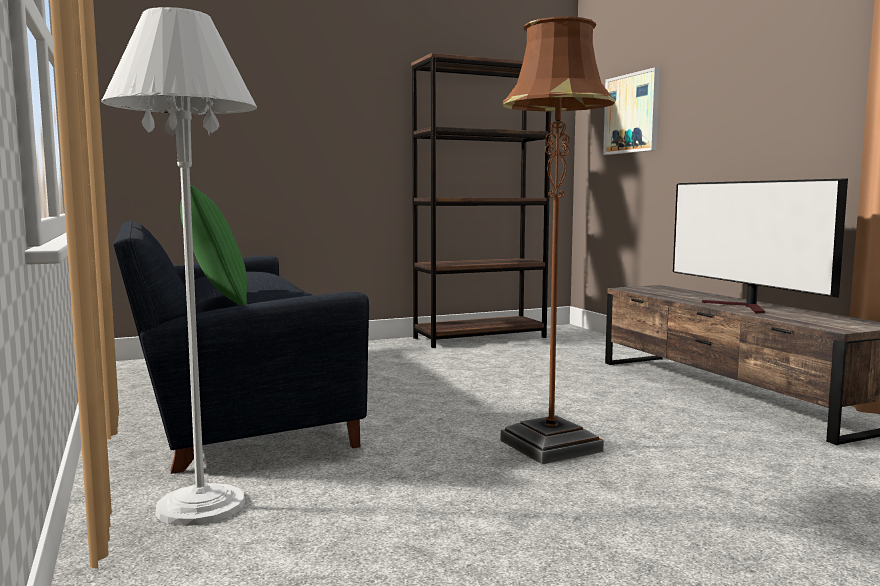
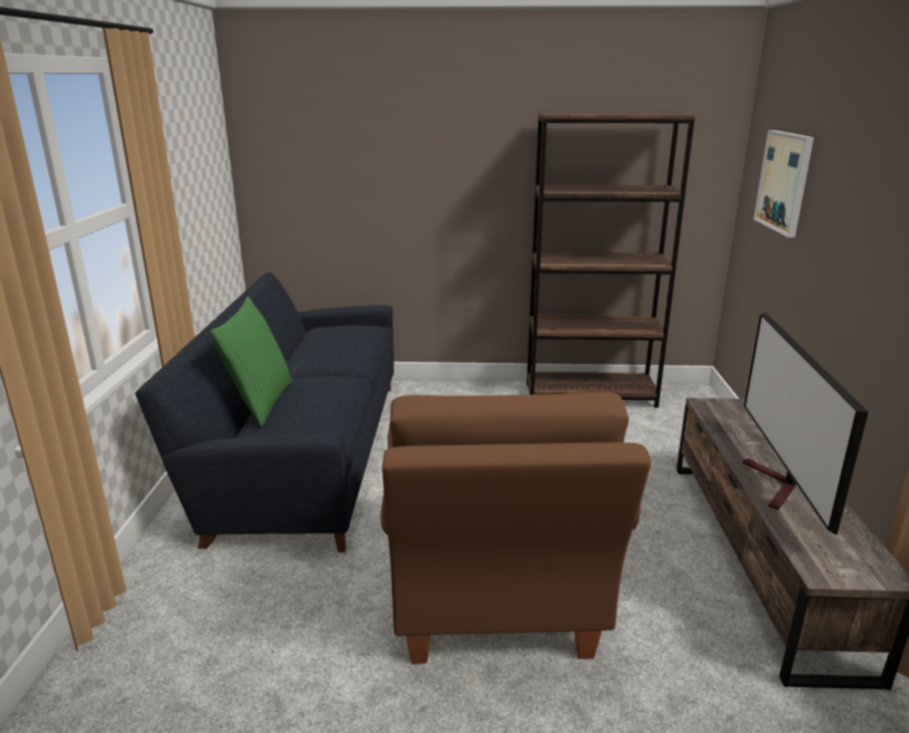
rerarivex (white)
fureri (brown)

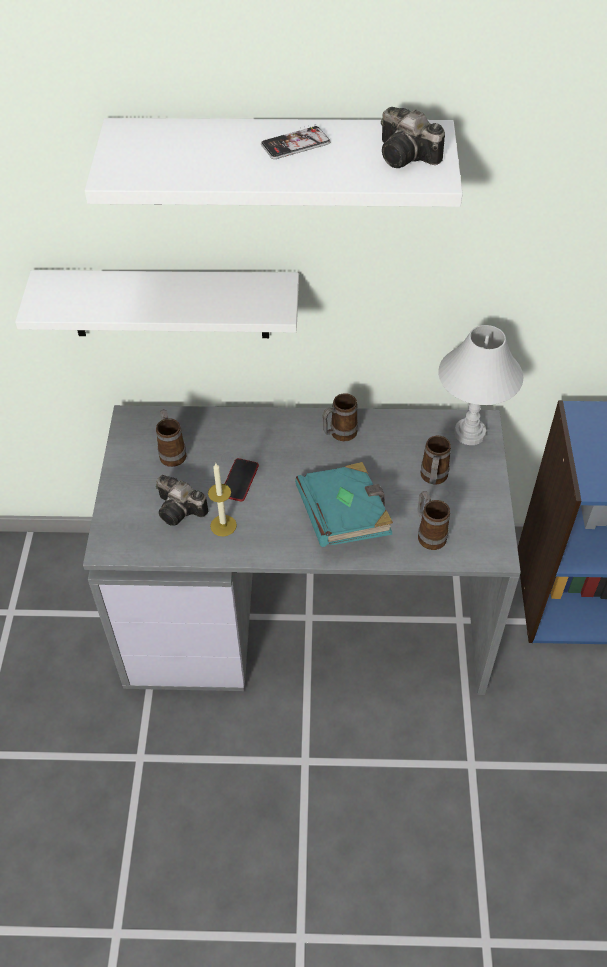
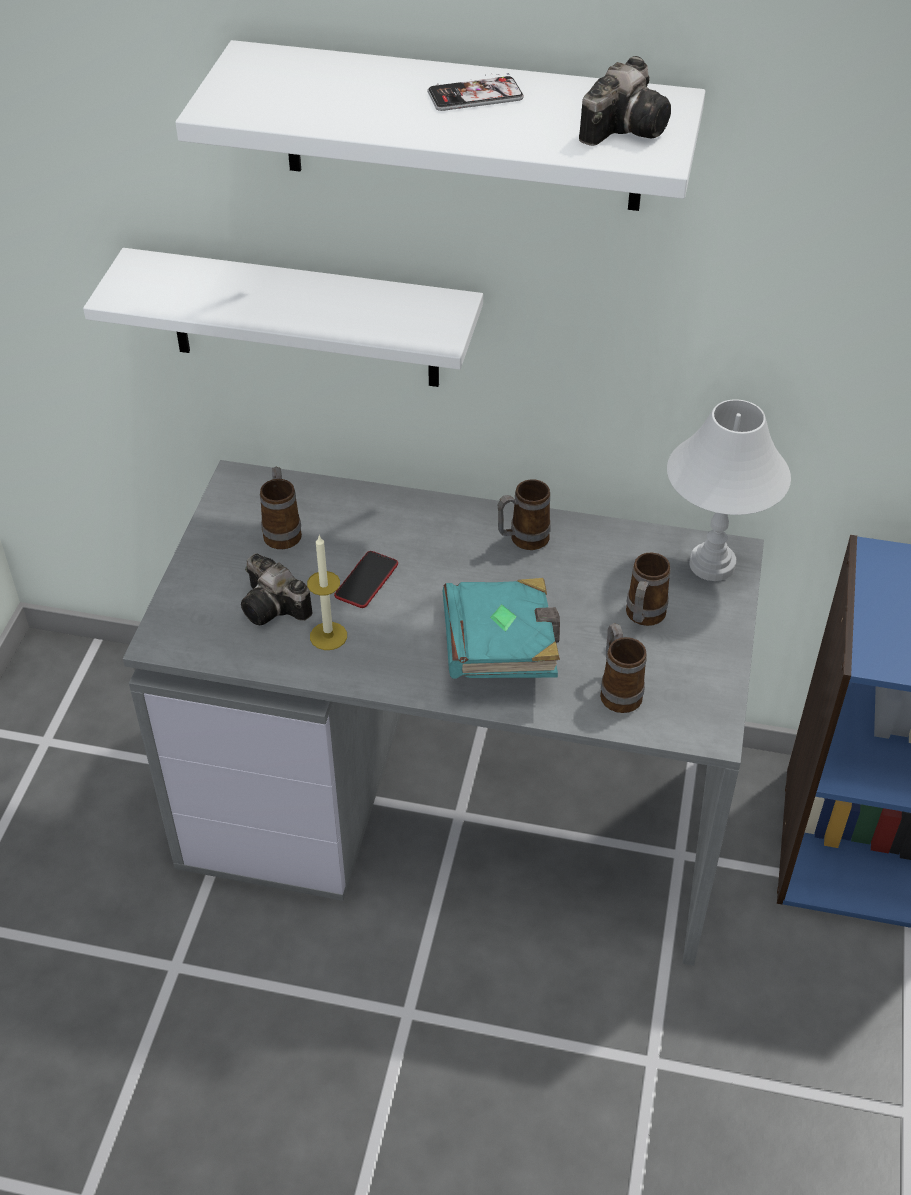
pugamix (no. 2 from left)

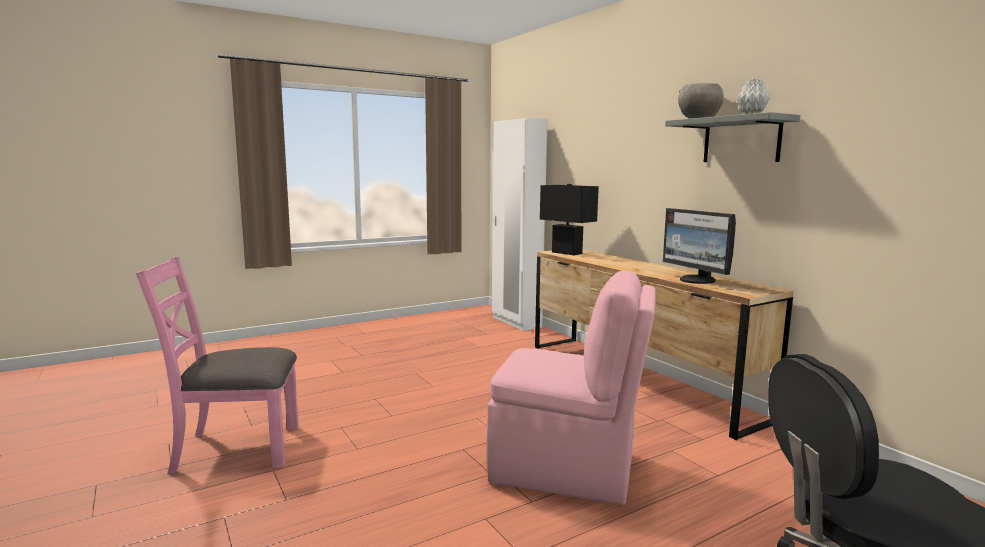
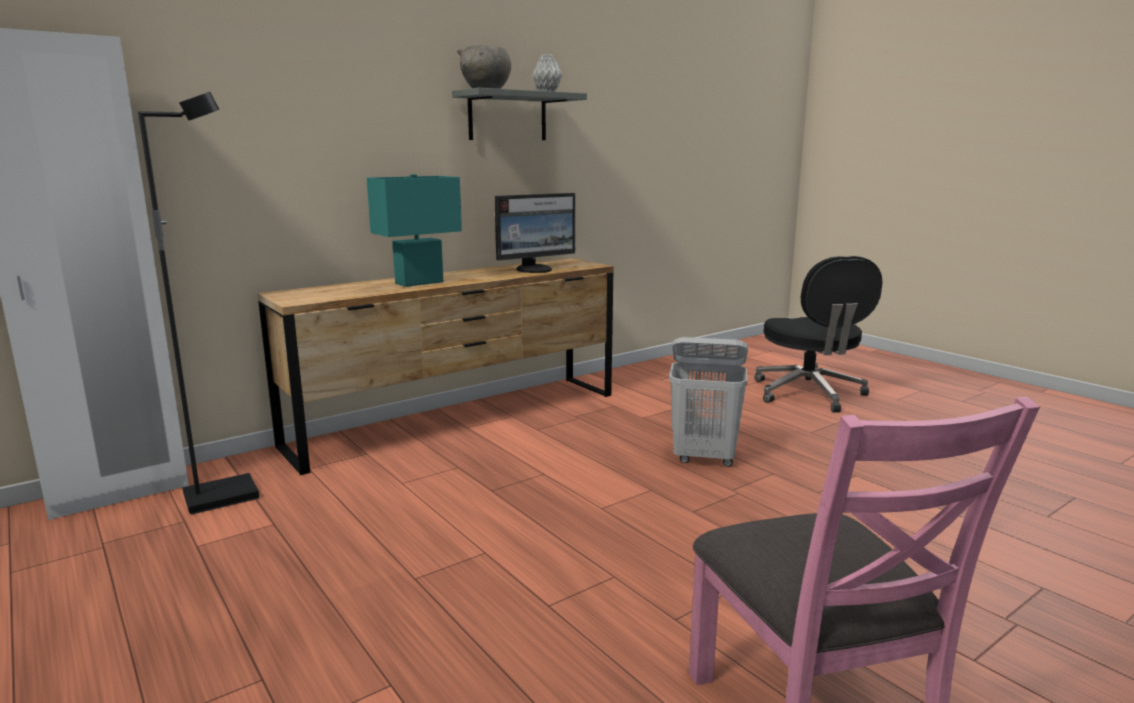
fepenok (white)
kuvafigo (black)
rerarivex (black)
kuvafigo (turquoise)

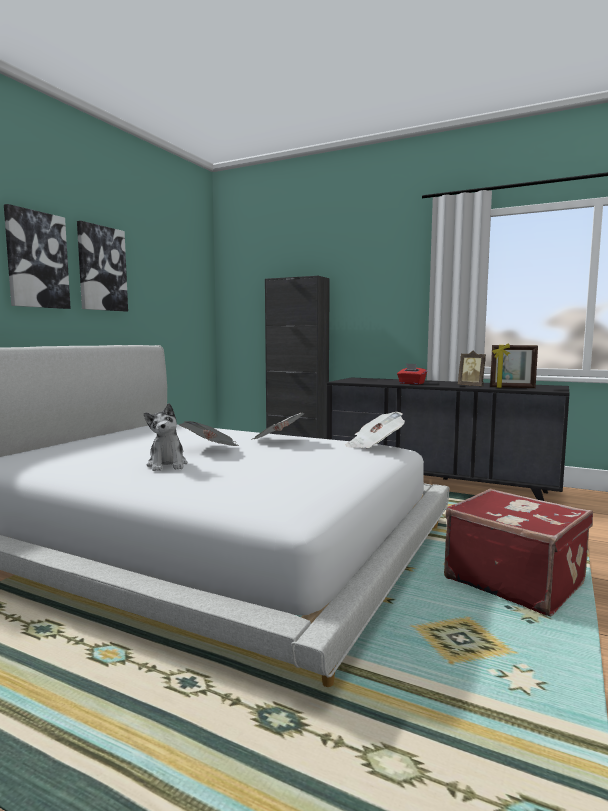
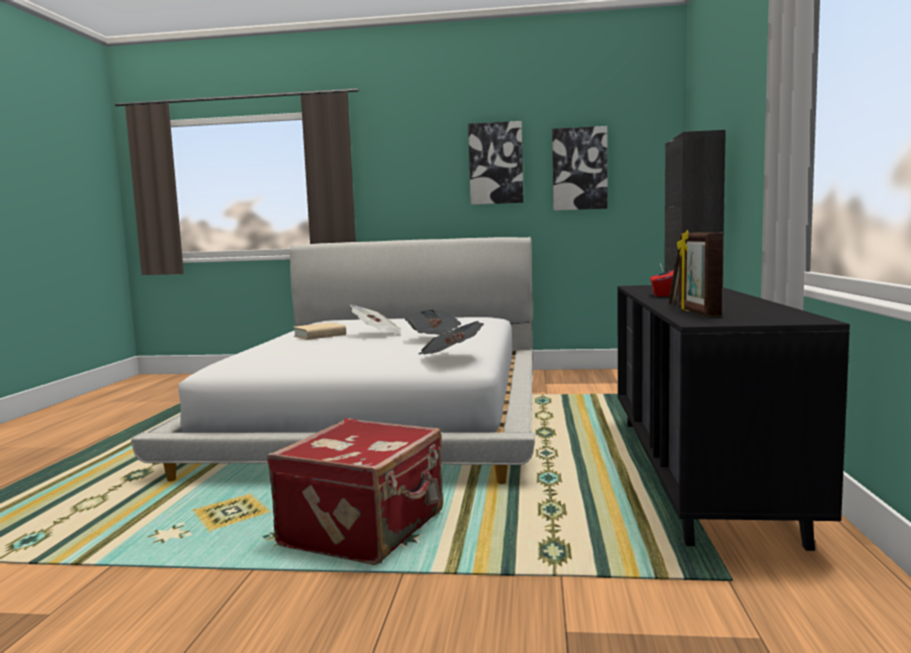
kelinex (no. 2 from left)
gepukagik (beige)

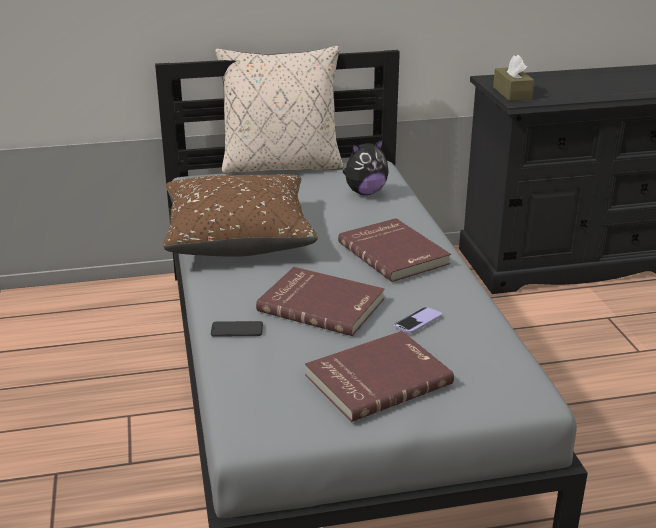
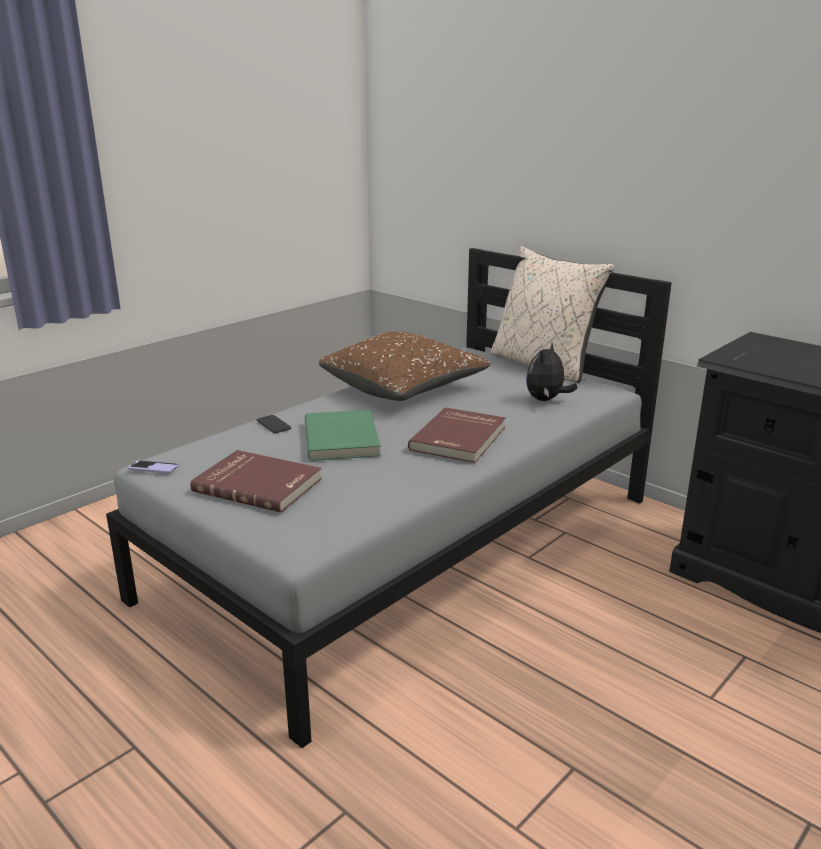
gepukagik (green)
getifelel
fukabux (no. 1 from left)
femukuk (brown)

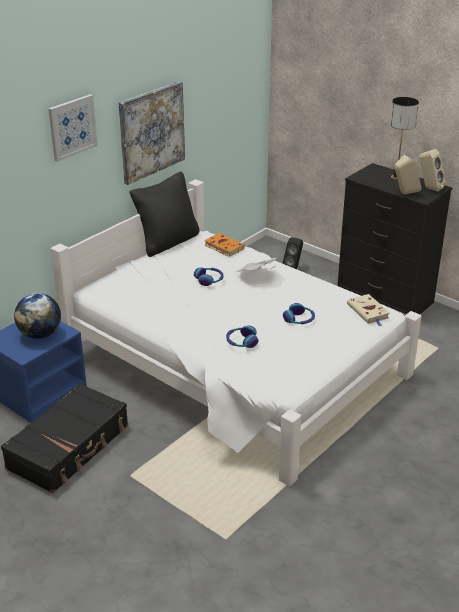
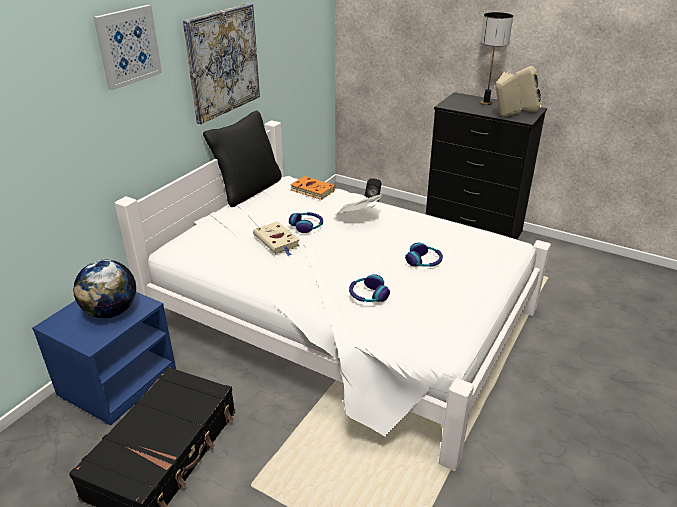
gepukagik (beige)

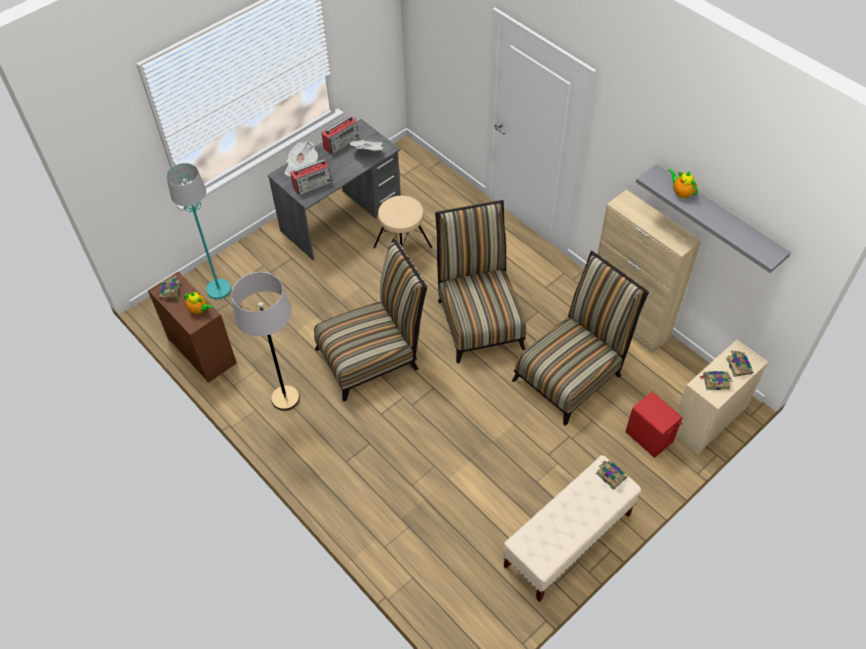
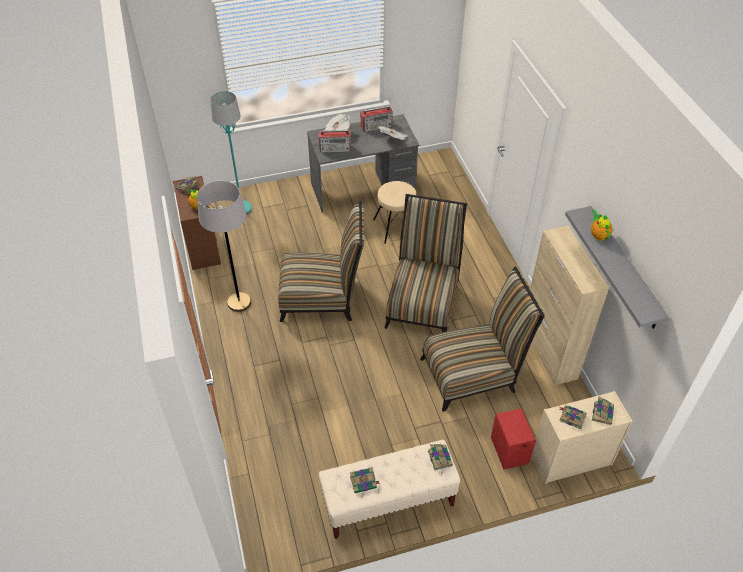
gepukagik (no. 2 from left)

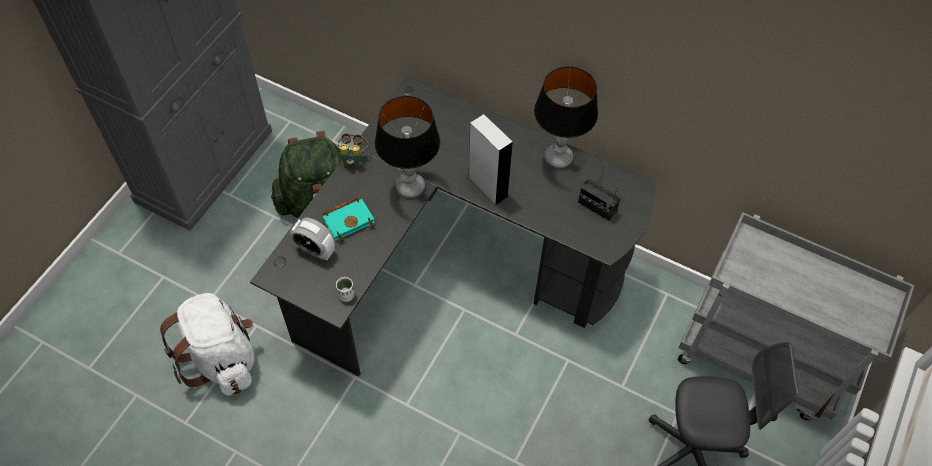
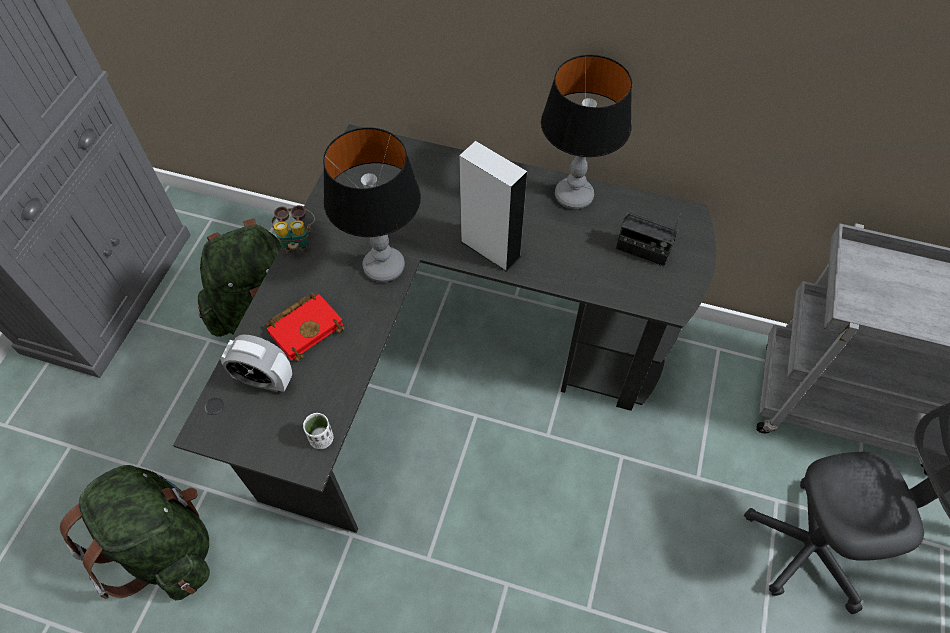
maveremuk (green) (no. 1 from left)
gepukagik (red)

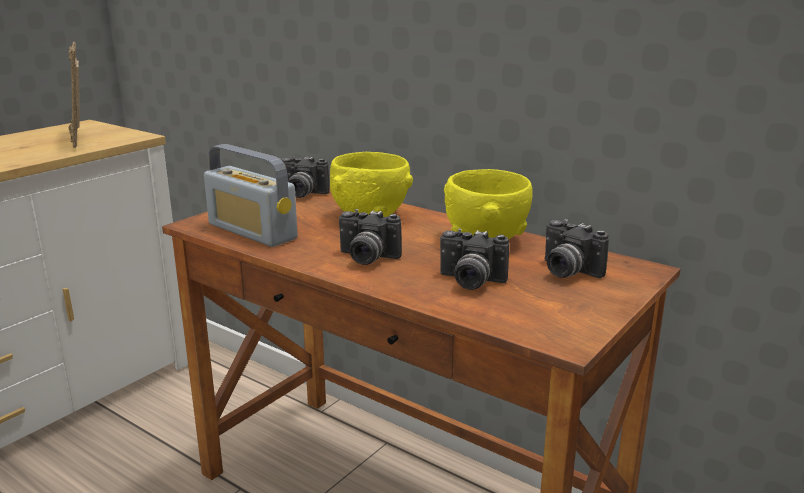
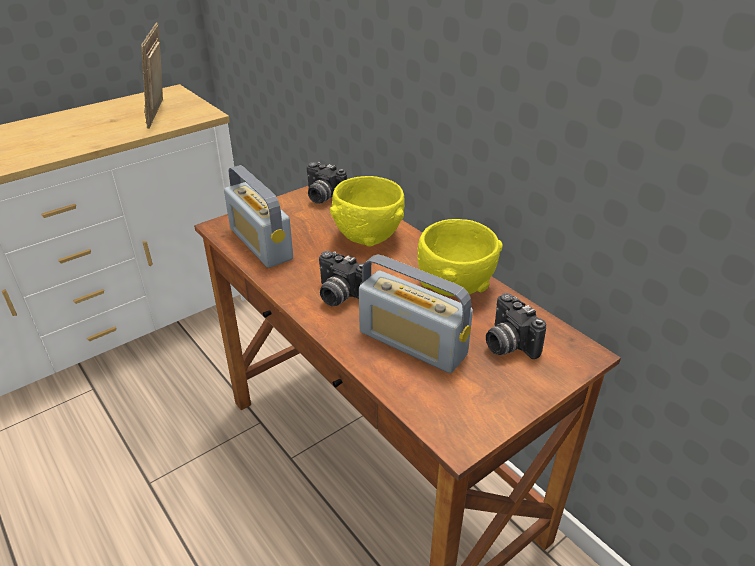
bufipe (no. 2 from left)

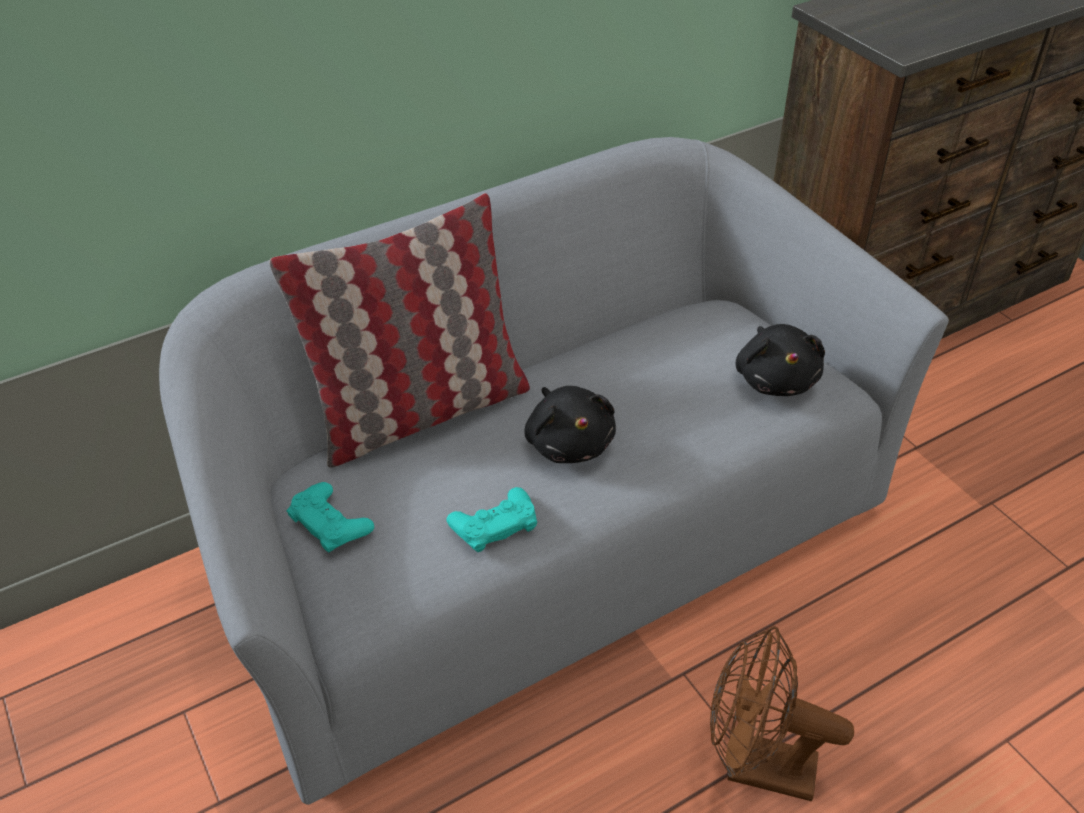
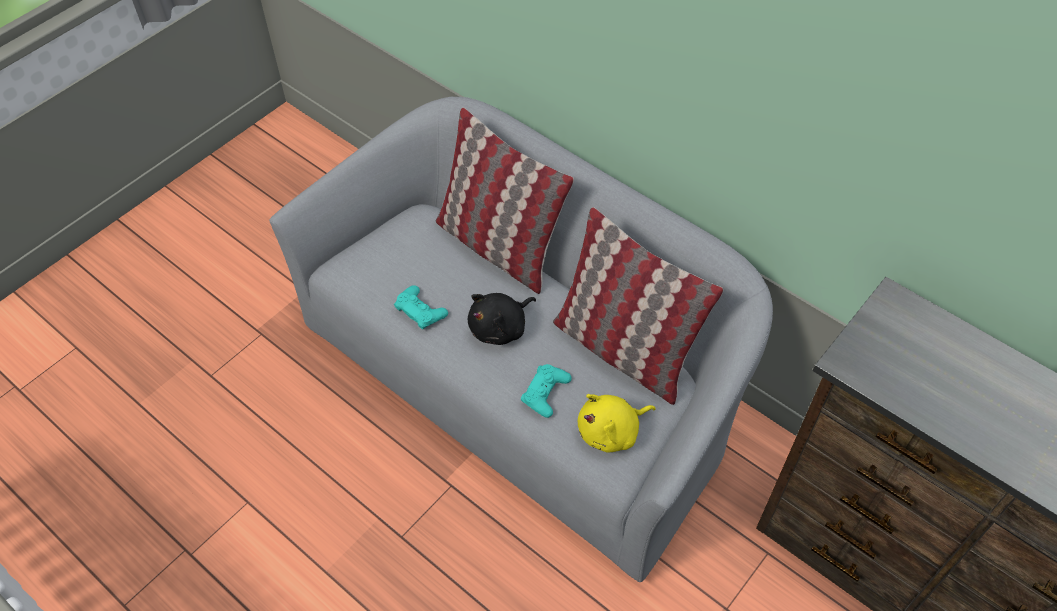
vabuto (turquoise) (no. 2 from left)
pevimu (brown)
getifelel (yellow)
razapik (no. 2 from left)

